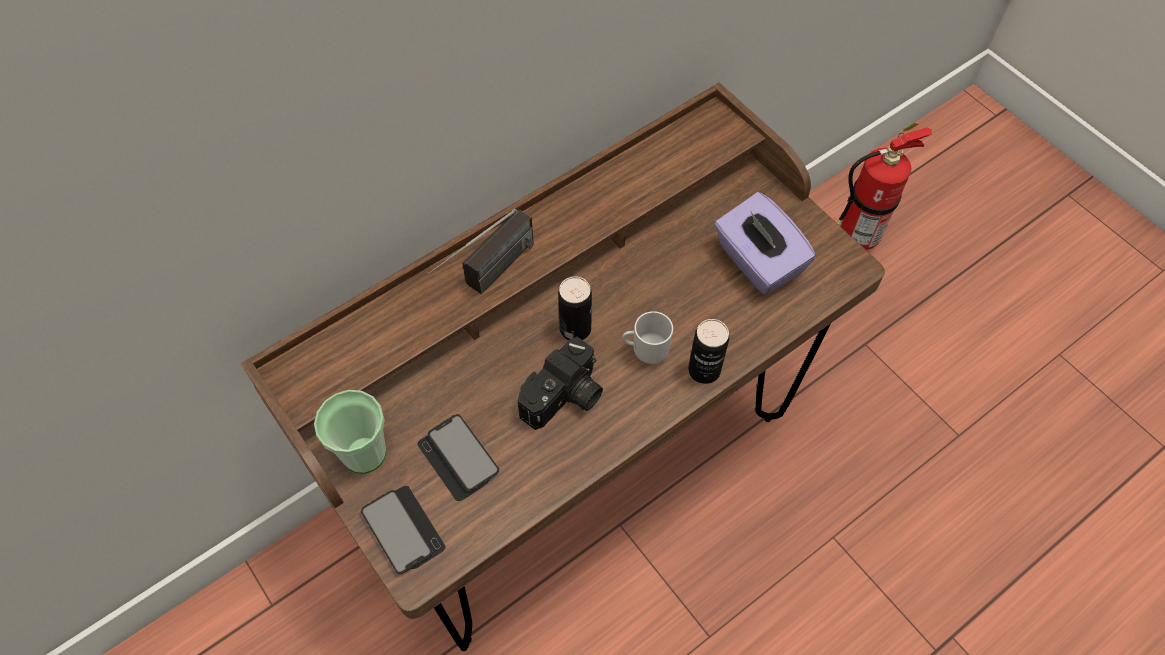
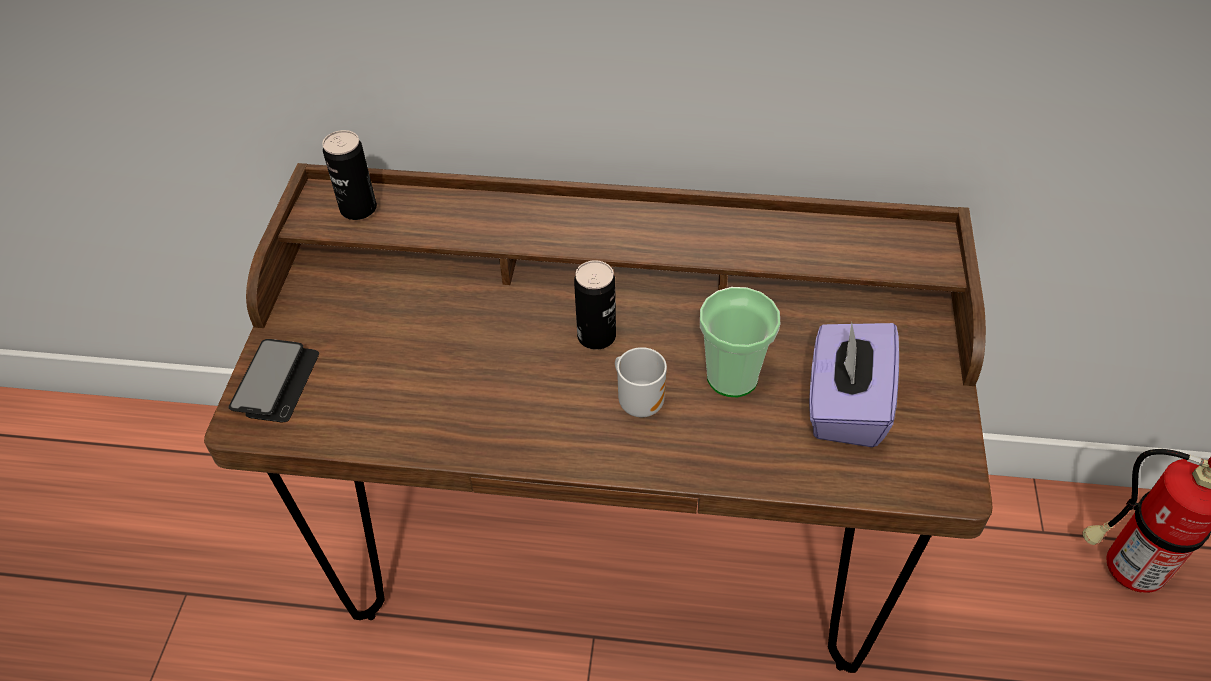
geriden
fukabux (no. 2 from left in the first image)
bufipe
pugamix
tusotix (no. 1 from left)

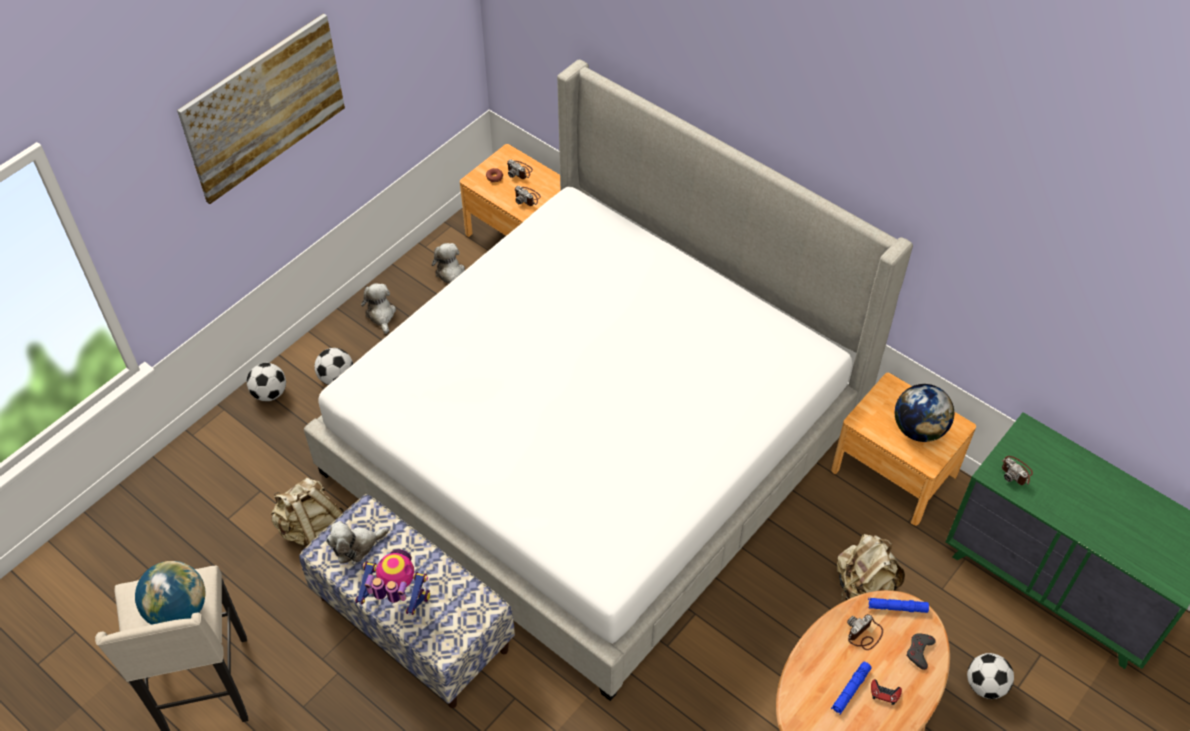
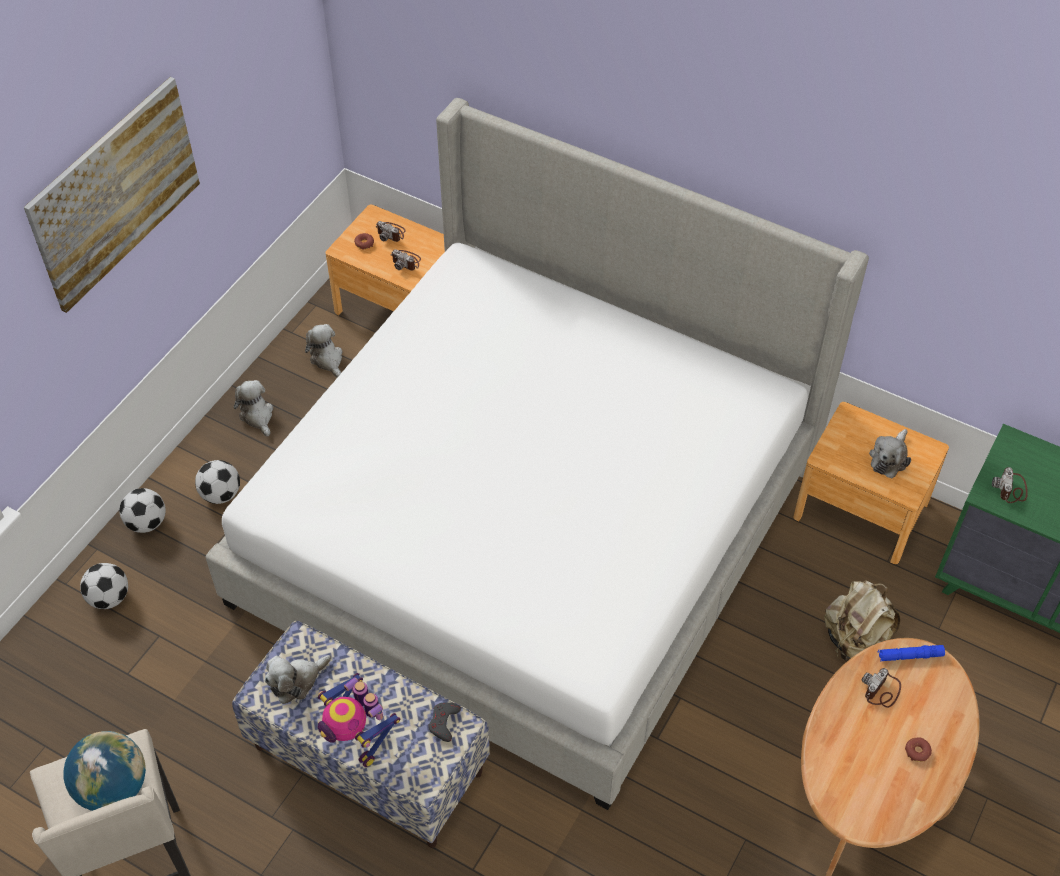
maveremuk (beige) (no. 1 from left in the first image)
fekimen
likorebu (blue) (no. 1 from left in the first image)
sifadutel (no. 2 from left)
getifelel (no. 4 from left)
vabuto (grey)
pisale (no. 1 from left)
pugamix (no. 4 from left)

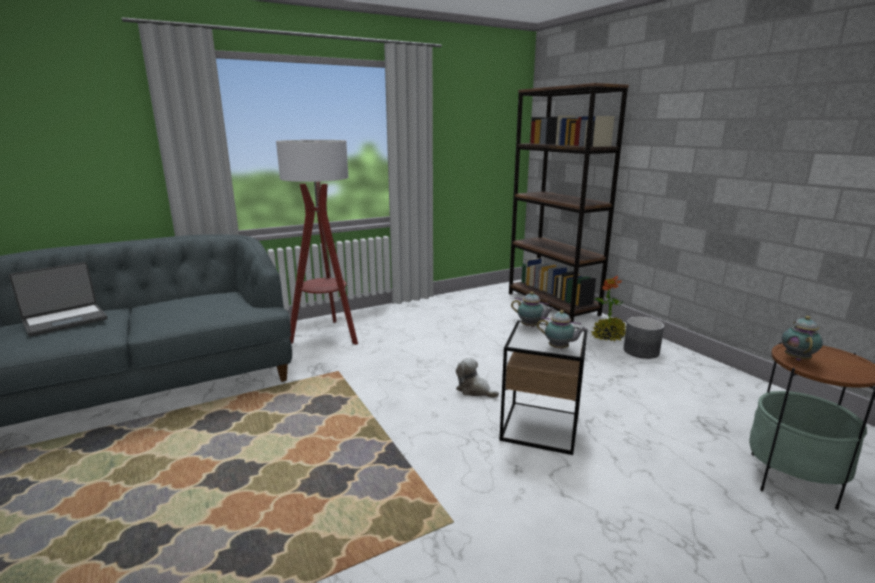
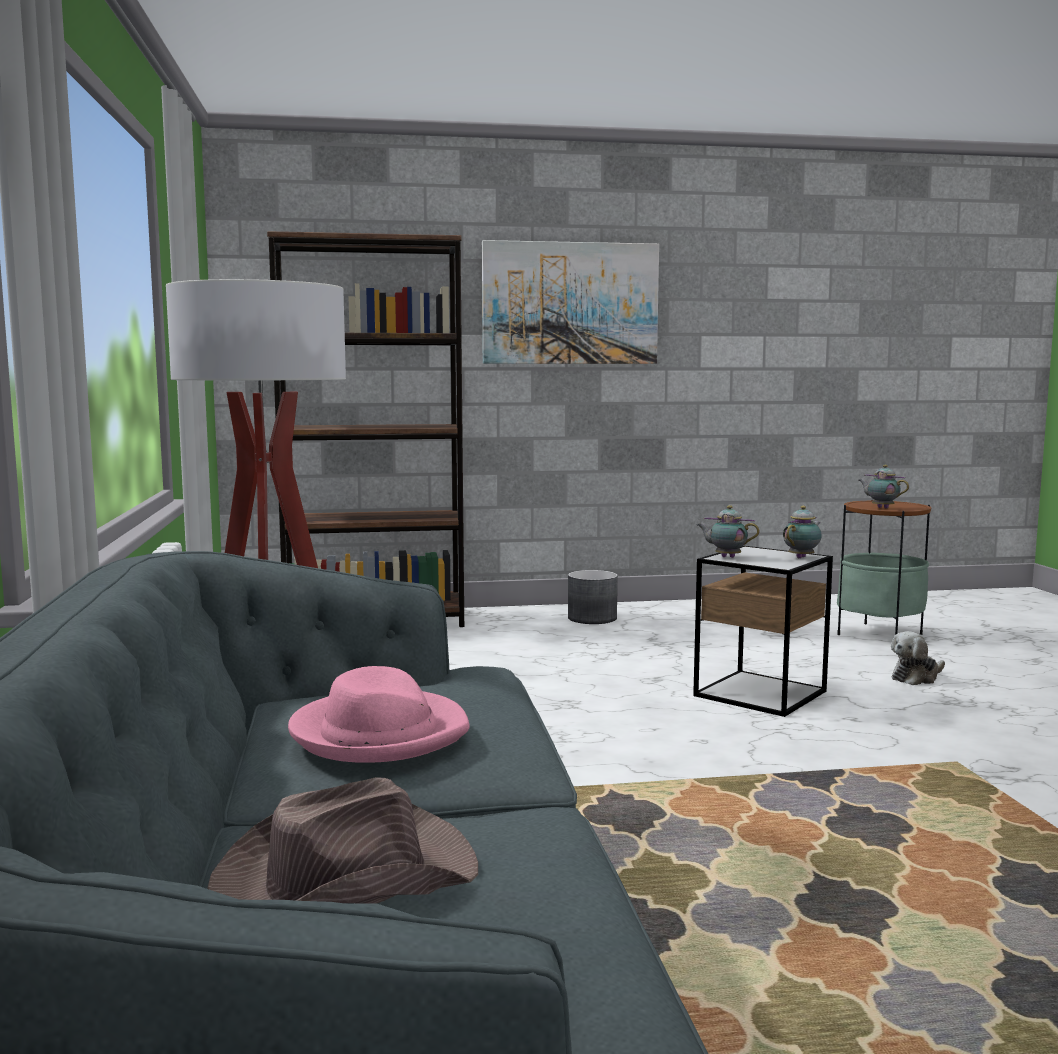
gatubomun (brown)
getifelel
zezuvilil (no. 1 from left)
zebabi
gatubomun (pink)
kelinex

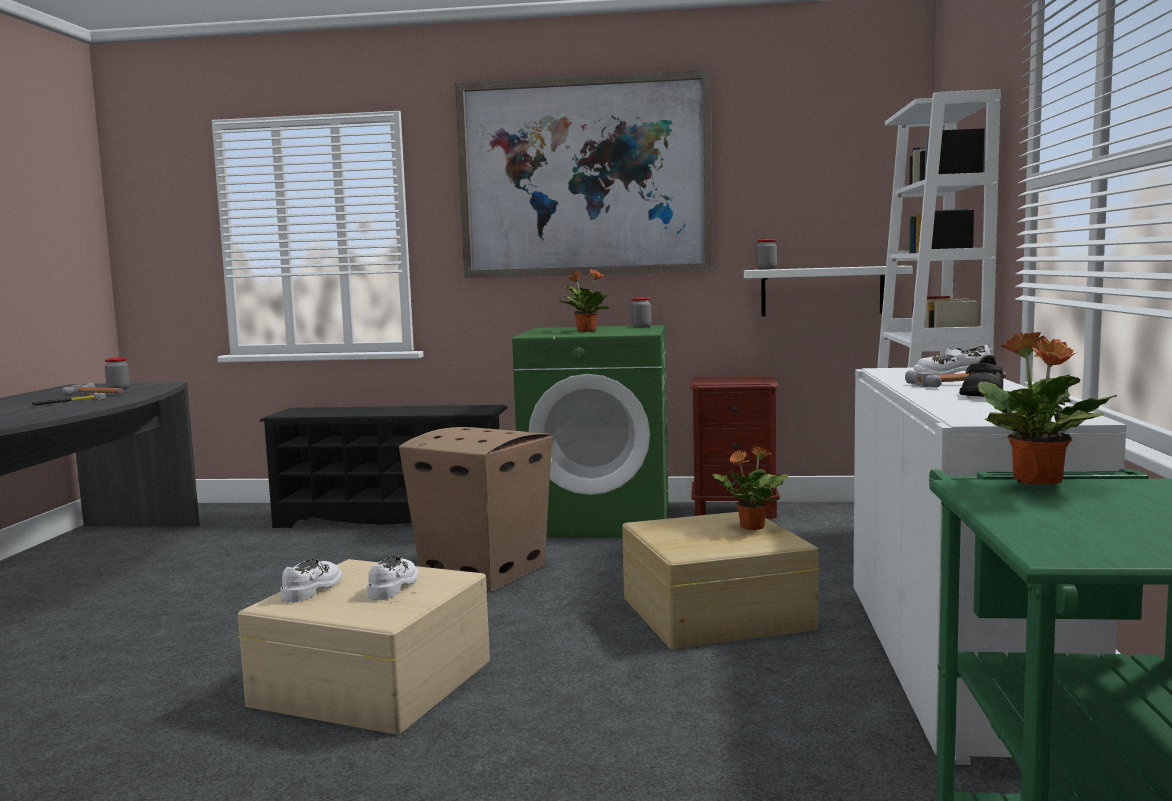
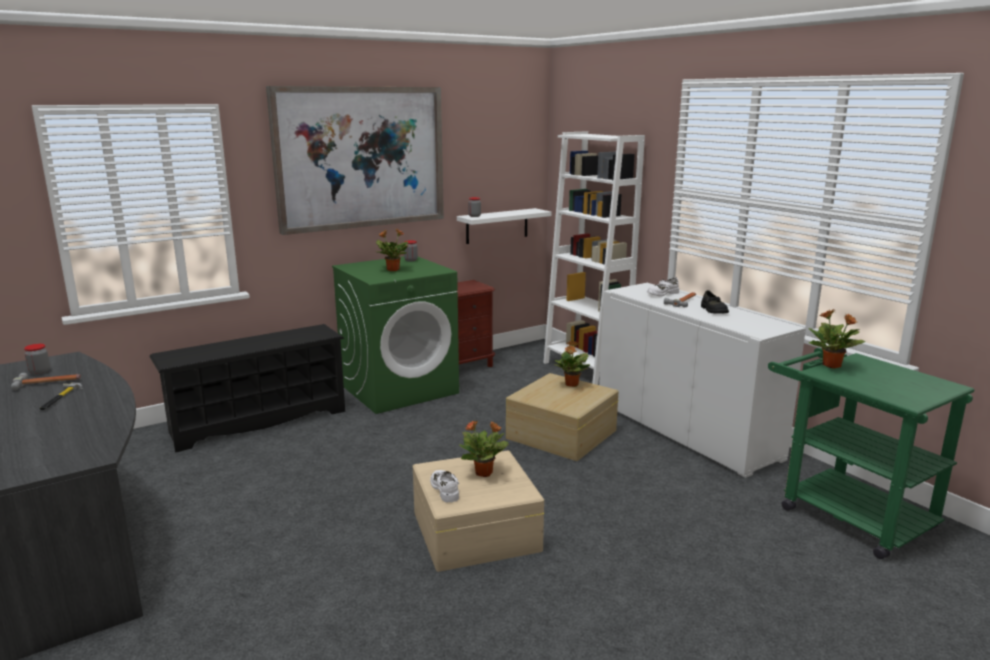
zebabi (no. 2 from left)
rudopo

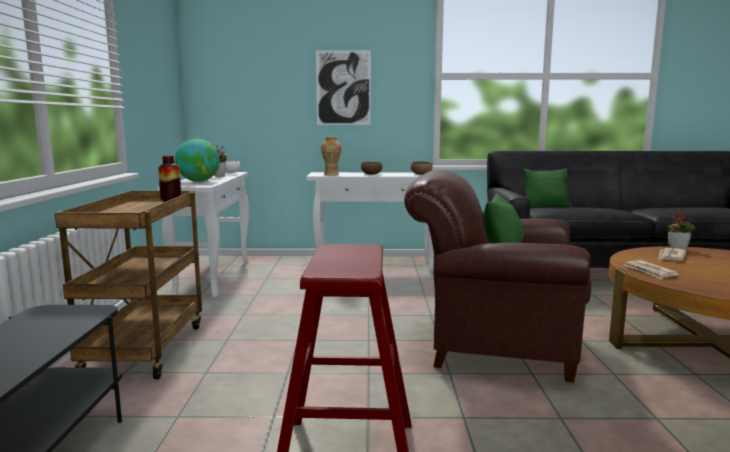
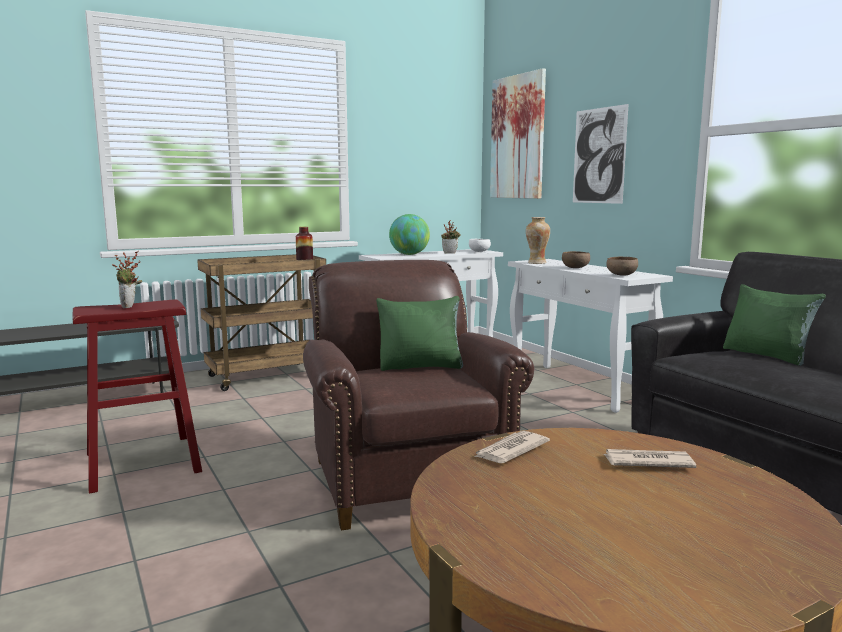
zebabi (no. 1 from left)
kelinex (no. 1 from left)

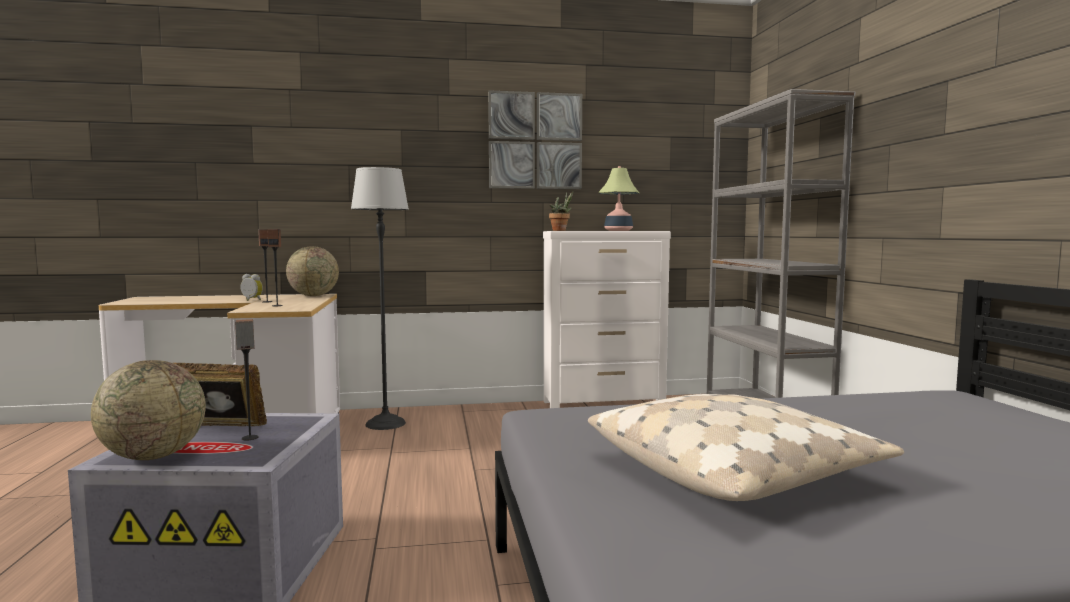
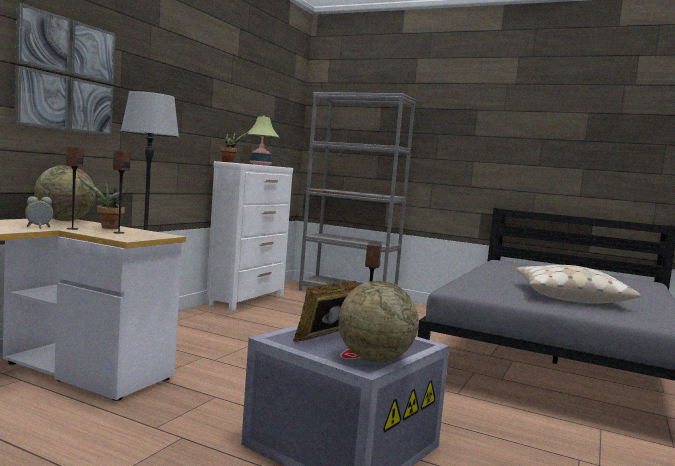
kelinex
zebabi (no. 1 from left)

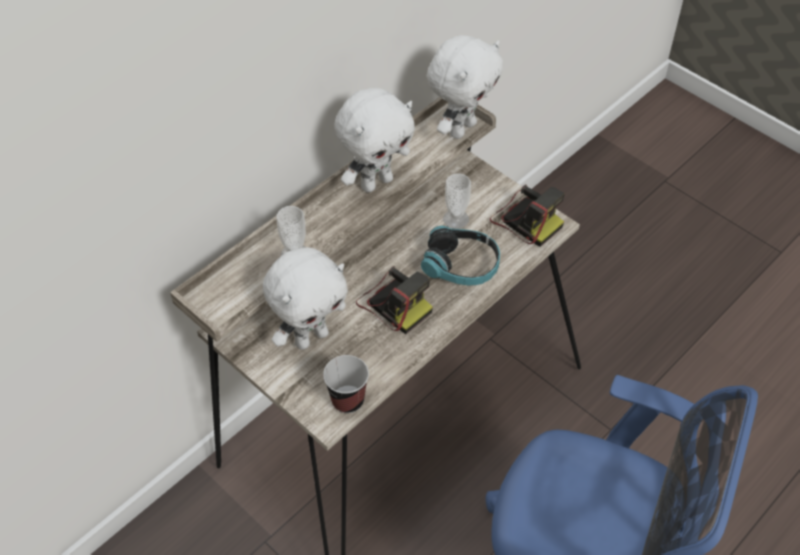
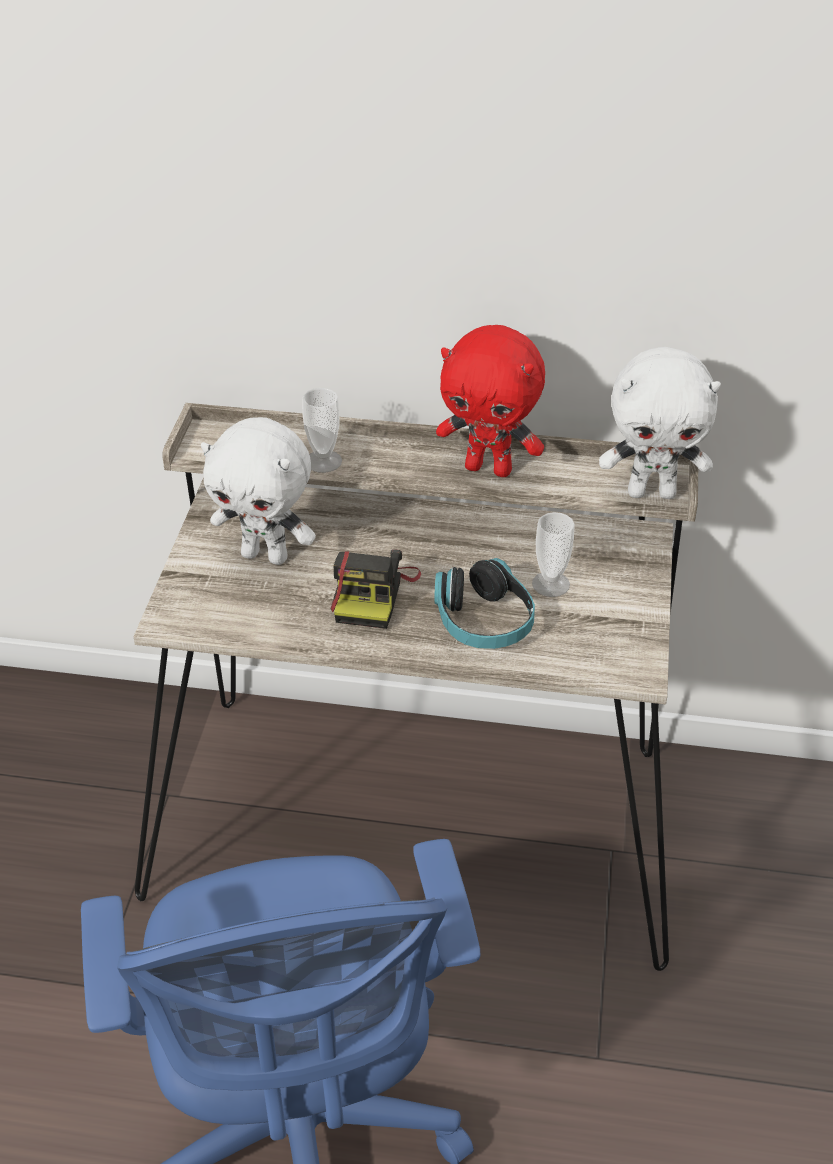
geriden (no. 2 from left in the first image)
getifelel (red)
pugamix (no. 2 from left in the first image)

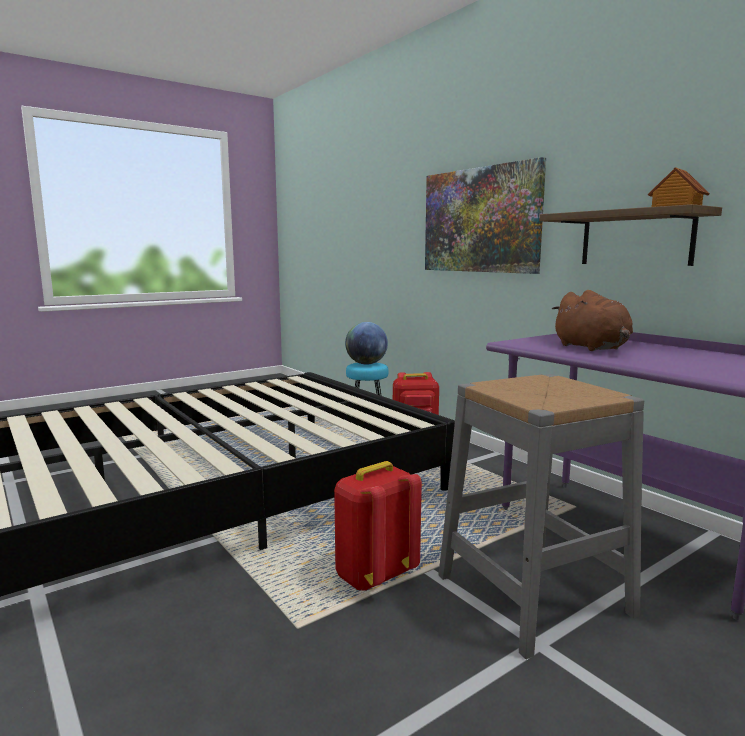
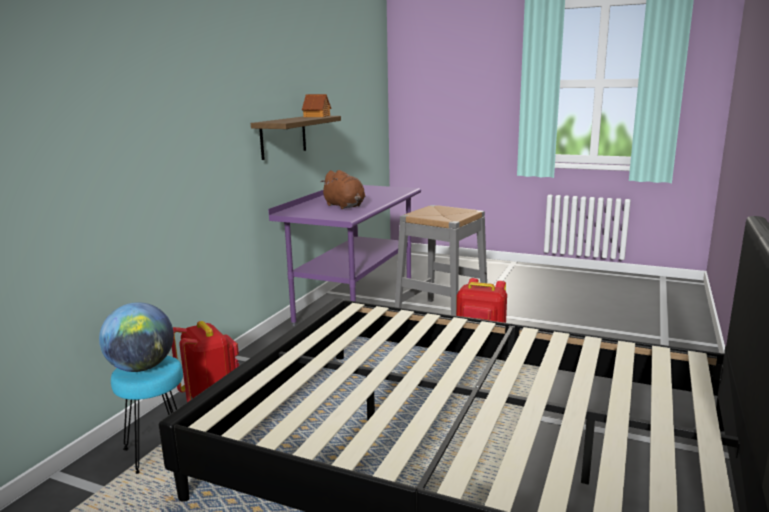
kelinex
getifelel (brown)

